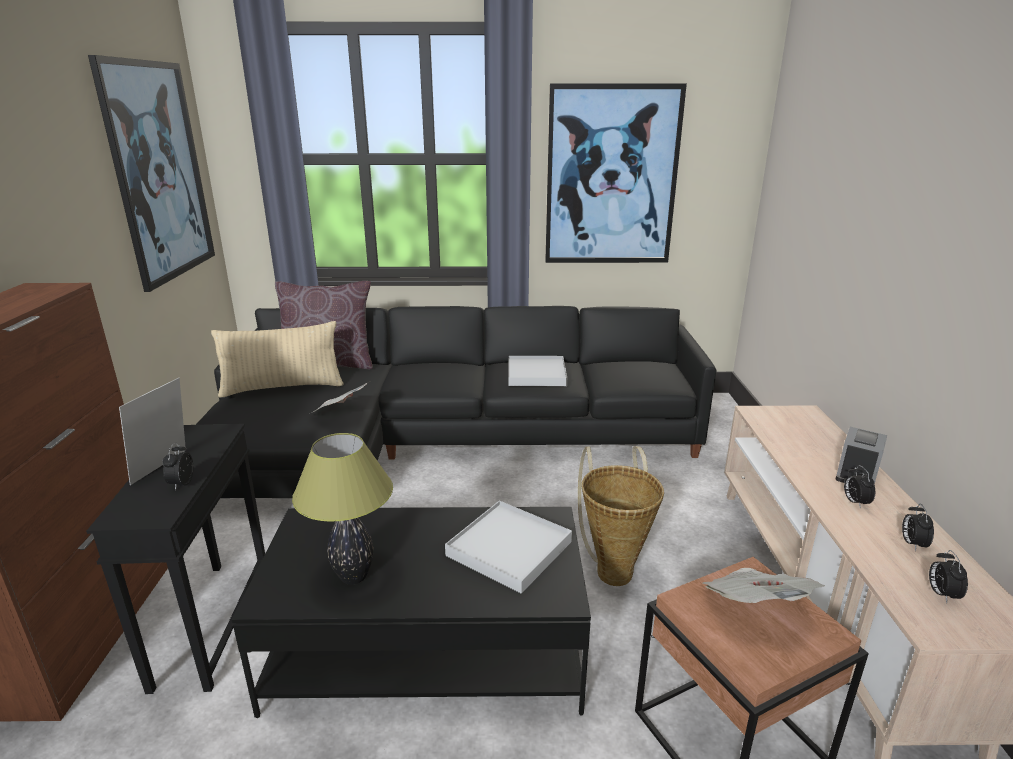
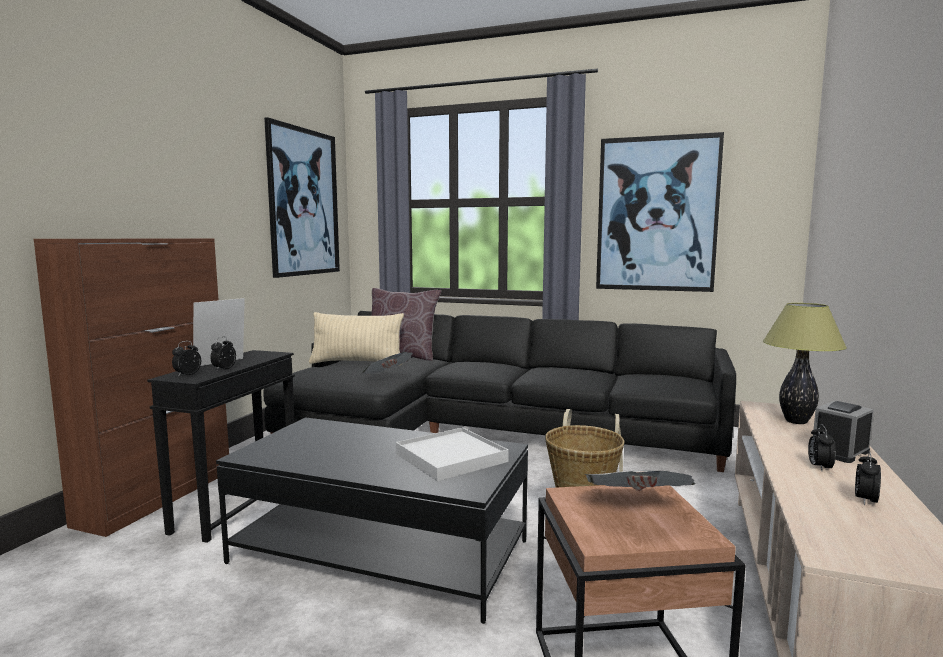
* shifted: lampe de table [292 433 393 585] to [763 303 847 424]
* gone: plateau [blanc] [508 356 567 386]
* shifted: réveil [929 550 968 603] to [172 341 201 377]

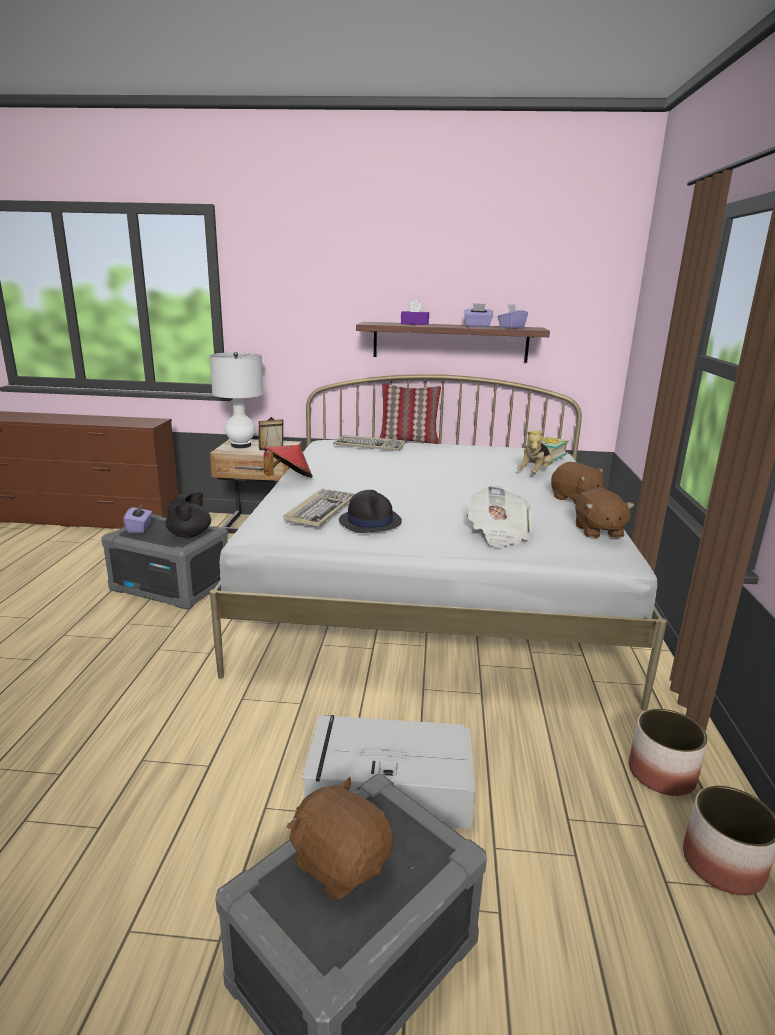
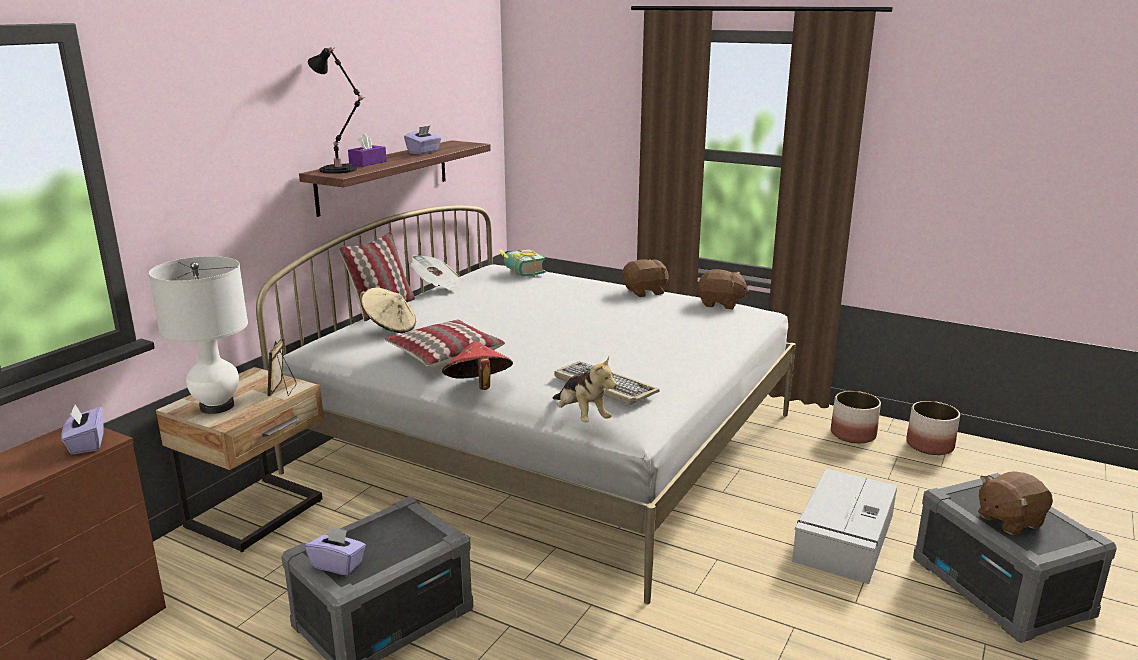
* gone: théière [noir] [165 492 211 538]
* swapped: clavier [333 435 405 451] to chapeau [beige] [360 288 416 333]
* gone: chapeau [noir] [339 490 402 533]
* shifted: journal [466 486 531 547] to [410 255 463 292]
* shifted: boîte à mouchoirs [violet] [498 304 528 329] to [61 404 104 455]
* shifted: peluche [517 430 553 474] to [553 357 617 422]
* new: lampe de table [noir] [308 47 365 174]
* new: coussin [385 320 505 368]

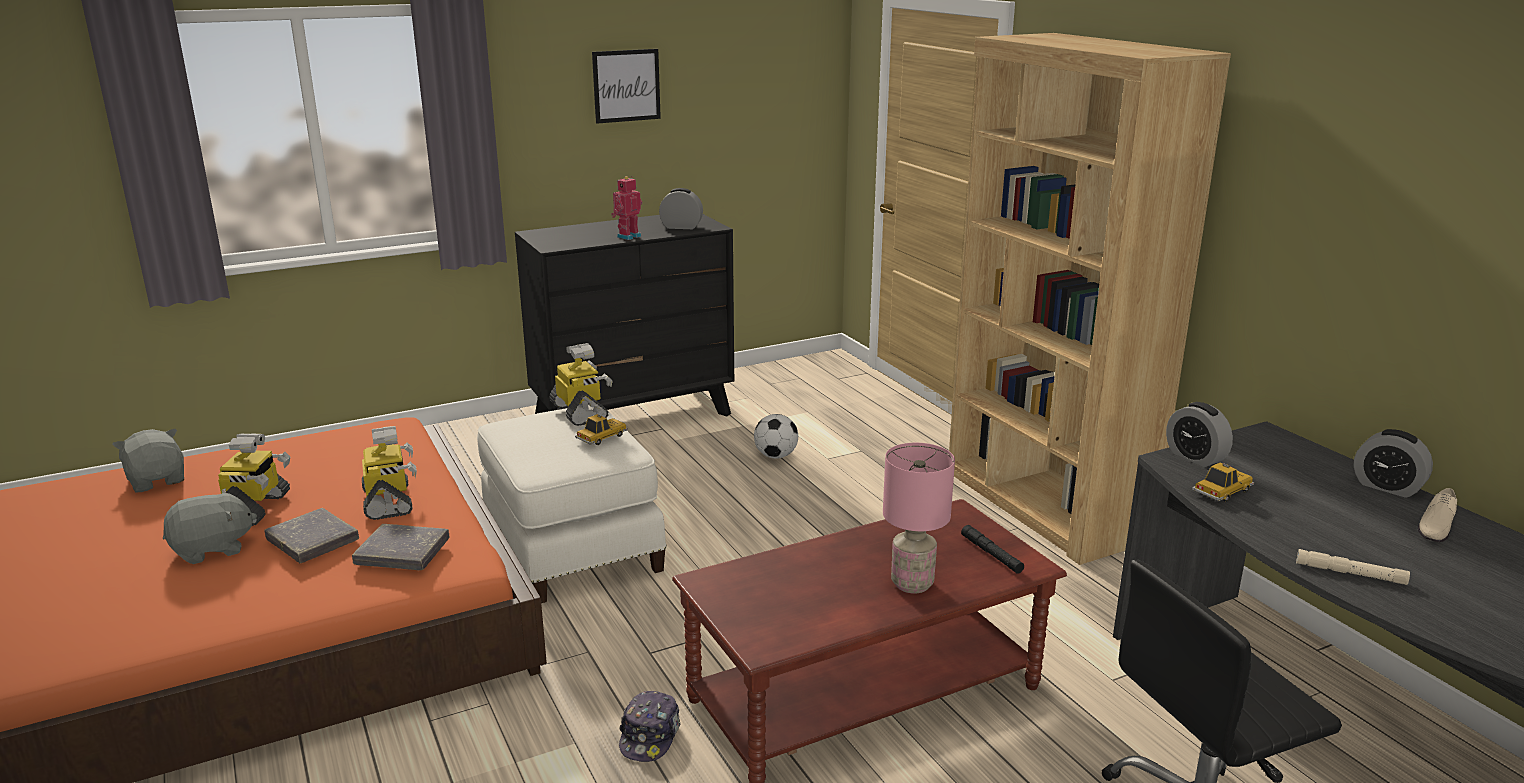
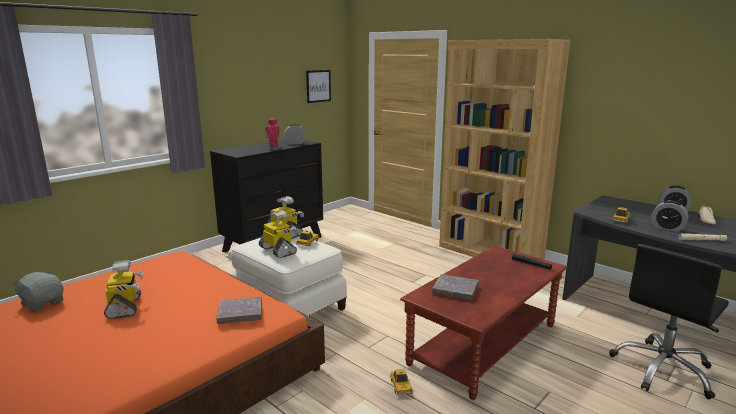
* gone: peluche [gris] [163 489 257 564]
* shifted: livre [gris] [264 508 359 563] to [432 274 478 300]
* shifted: robot jouet [362 426 417 520] to [259 210 299 258]
* shifted: tableau [592 49 661 124] to [306 70 331 103]
* swapped: casquette [619 691 681 762] to petite voiture [390 369 413 395]
* gone: ballon de foot [754 414 798 459]
* gone: lampe de table [rose] [883 443 955 594]
* shifted: réveil [1166 402 1233 467] to [651 200 688 232]

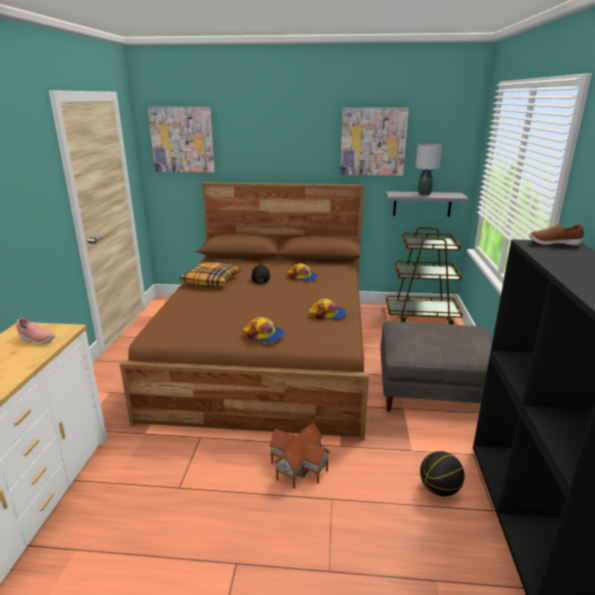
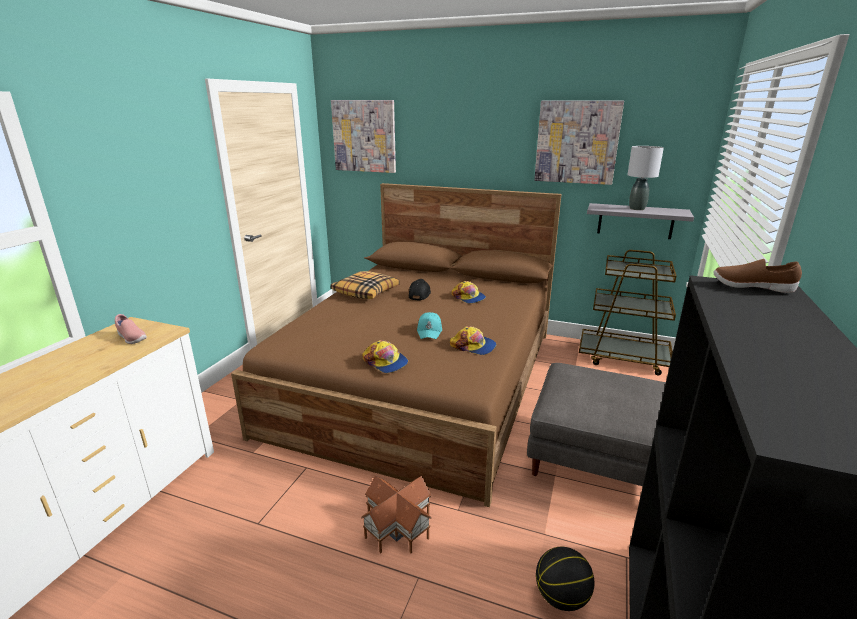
* new: casquette [turquoise] [417 312 442 339]

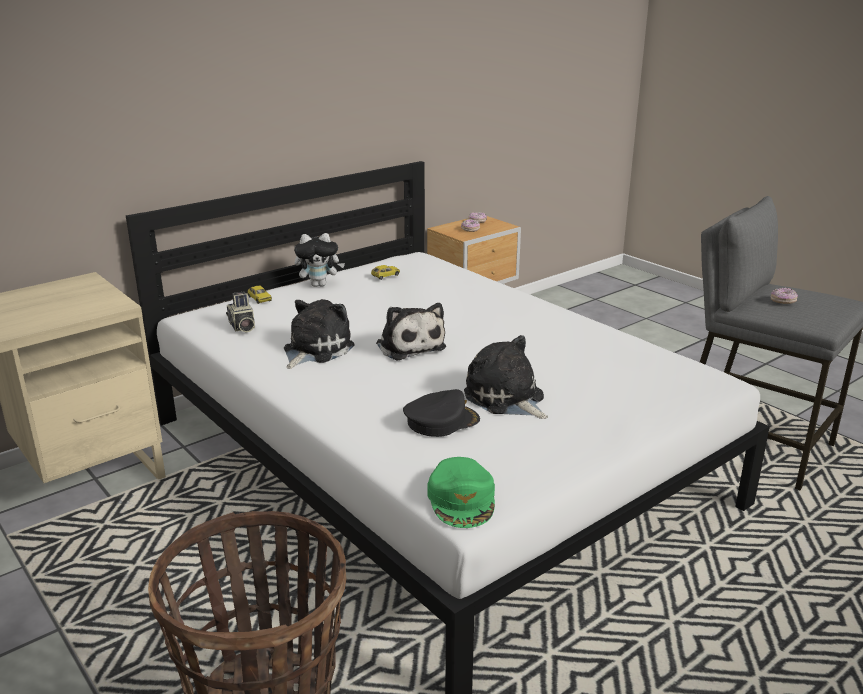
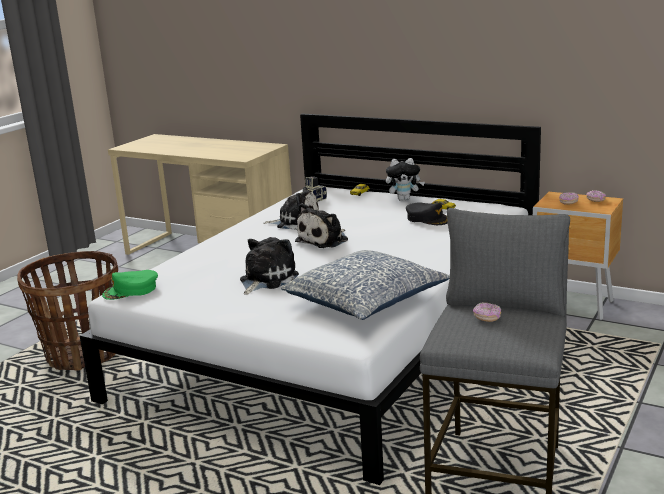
* rotated: peluche [294 233 345 287] = [386 158 425 201] 60 degrees counterclockwise
* shifted: casquette [noir] [403 389 480 437] to [406 202 448 225]
* new: coussin [281 250 450 320]

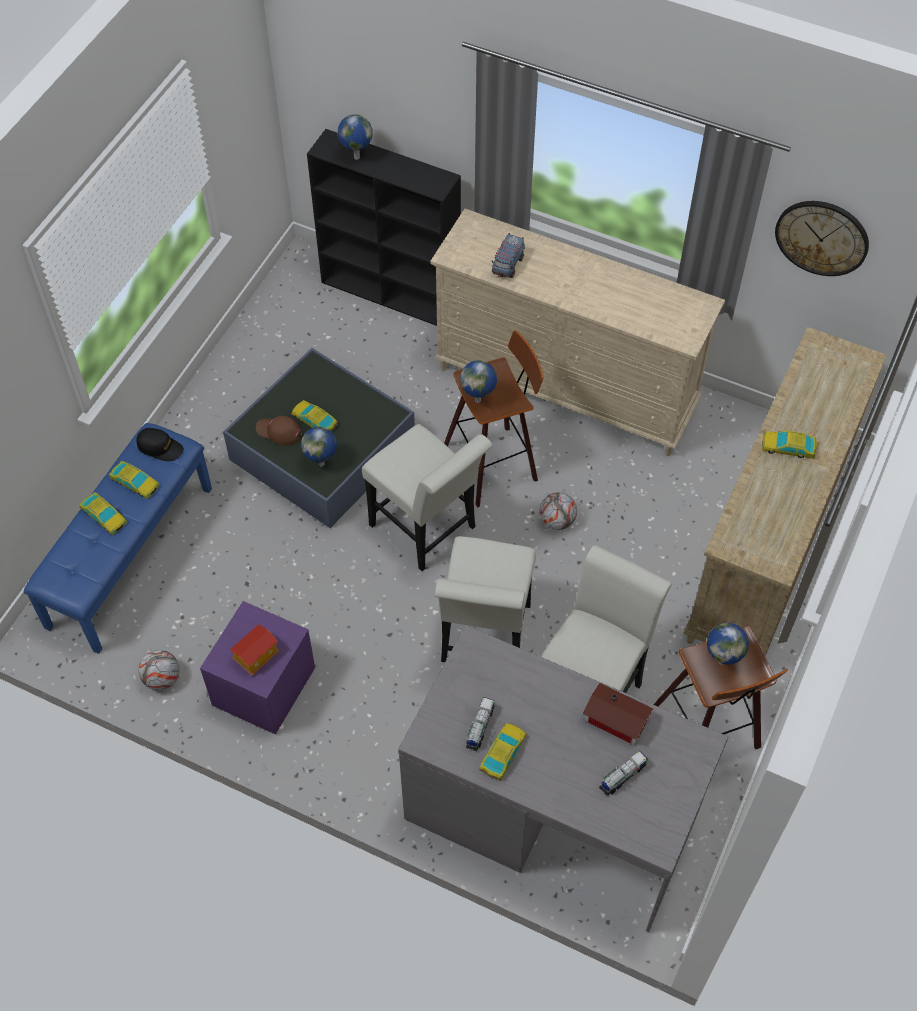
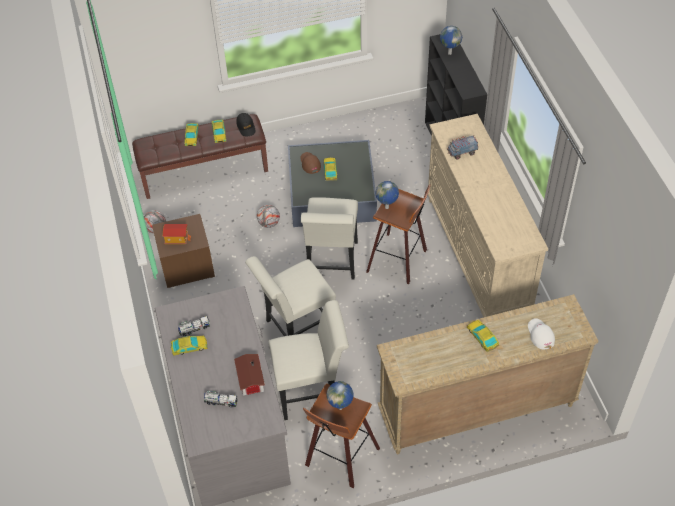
* repainted: banc [bleu] [24 423 212 654] to banc [marron] [132 114 268 199]
* repainted: table de chevet [violet] [200 601 315 735] to table de chevet [marron] [152 214 215 288]
* gone: globe [301 427 337 467]
* shifted: ballon de foot [539 492 577 530] to [257 205 280 228]
* gone: horloge murale [775 201 869 276]
* new: casquette [blanc] [528 318 555 349]

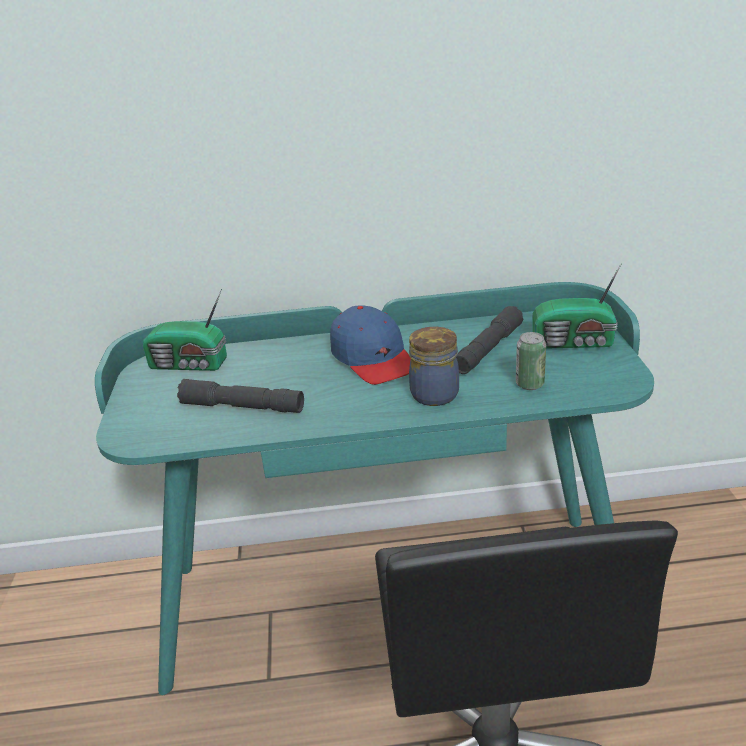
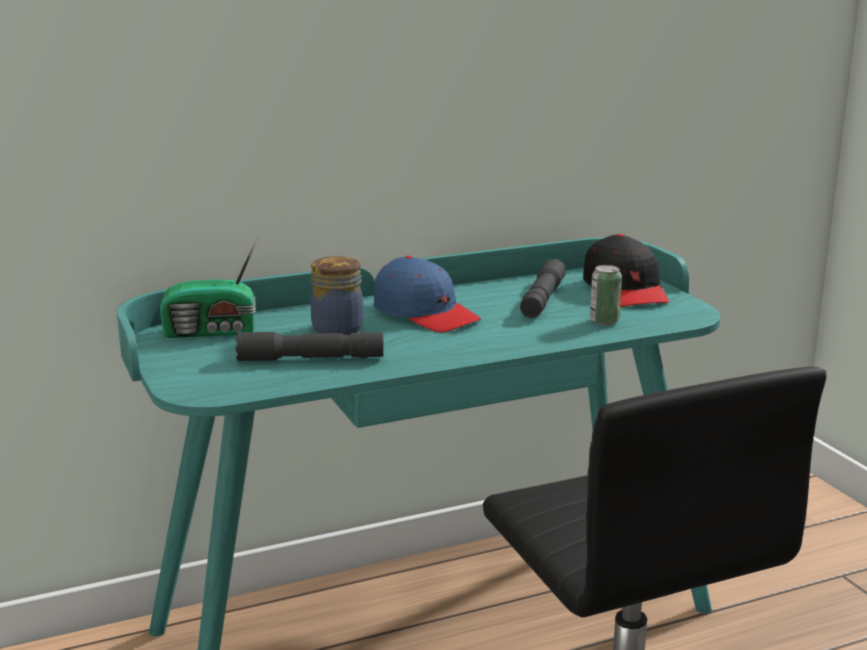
* shifted: bocal [409 327 459 406] to [311 256 364 335]
* swapped: radio [533 263 622 349] to casquette [noir] [583 234 669 307]

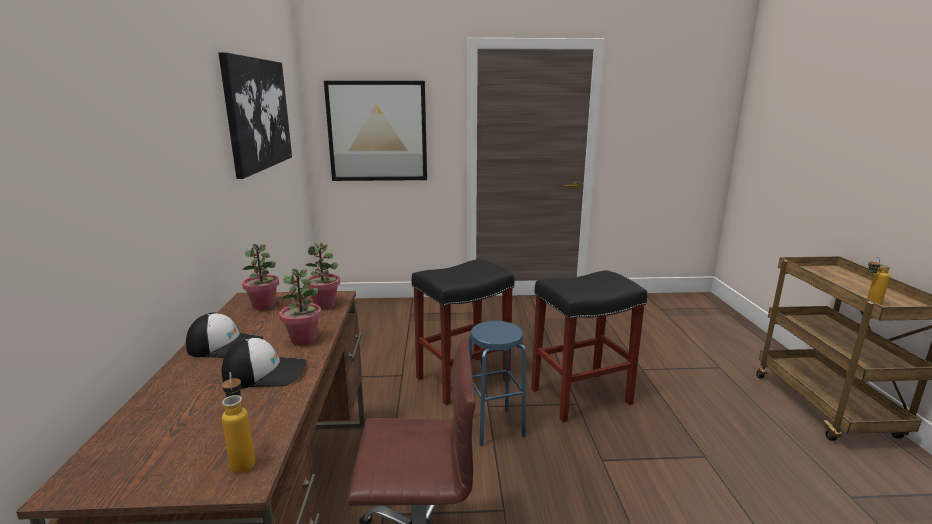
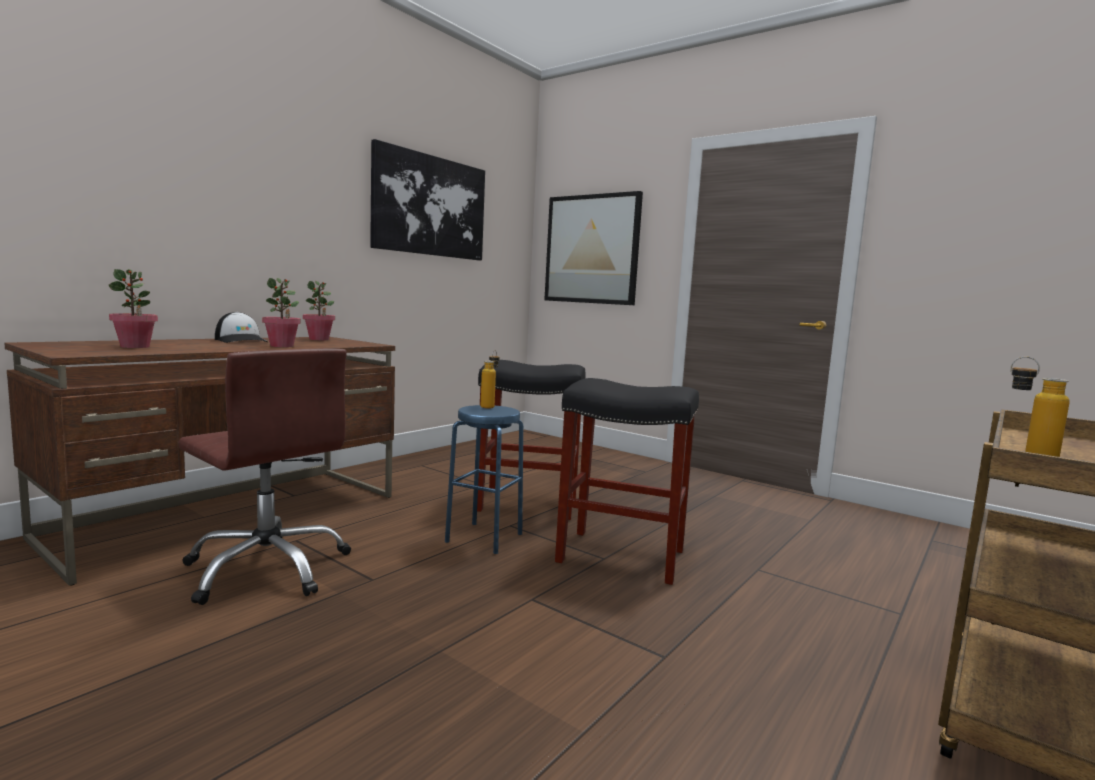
* gone: casquette [222 337 307 388]
* shifted: bouteille [222 372 255 473] to [481 350 499 409]
* shifted: plante en pot [306 243 340 309] to [109 269 158 348]

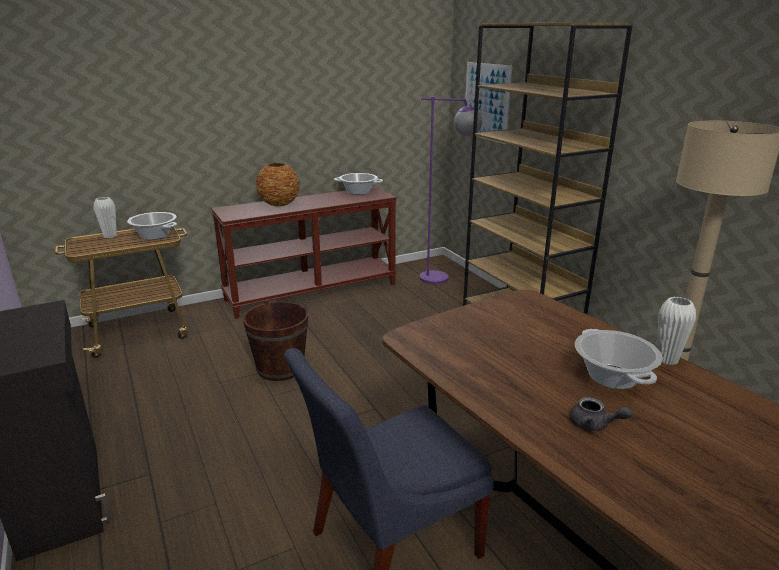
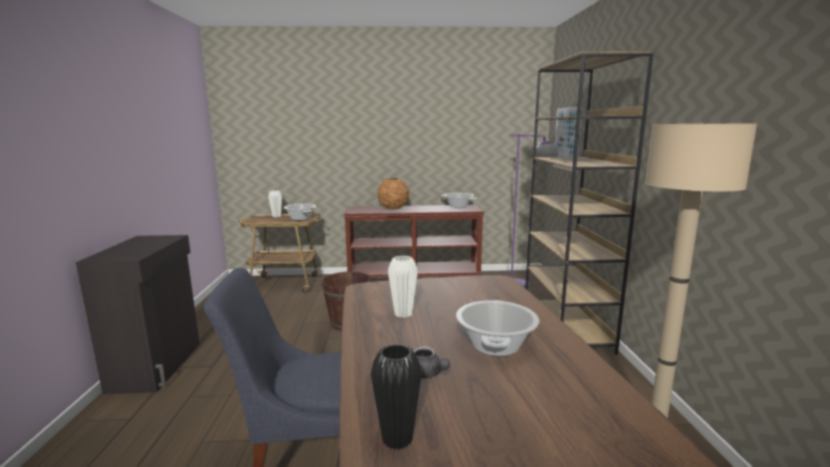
* shifted: vase [blanc] [657 297 696 365] to [388 256 418 318]
* new: vase [noir] [371 344 421 450]

